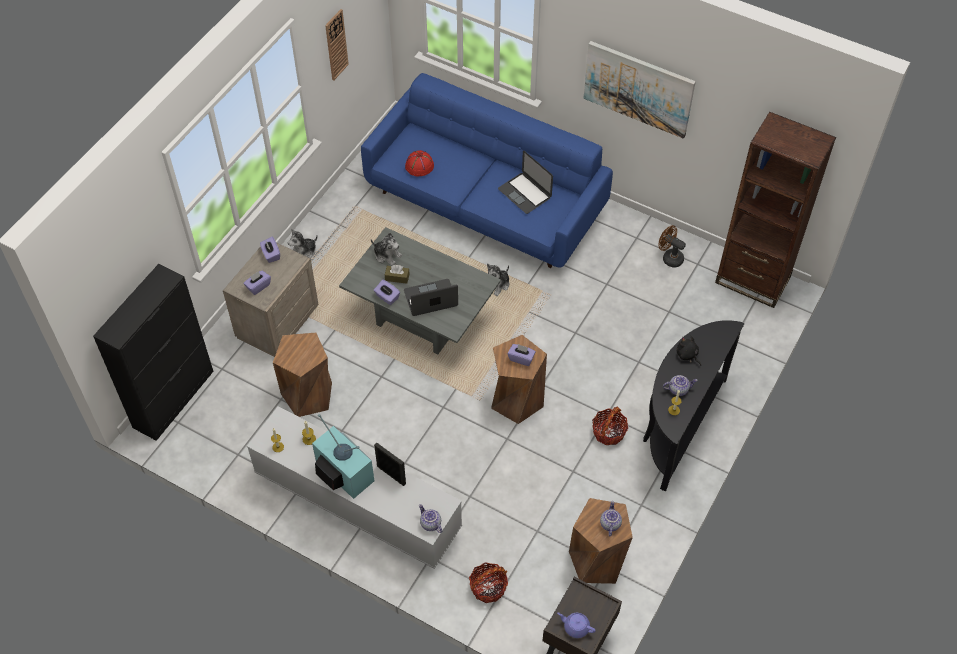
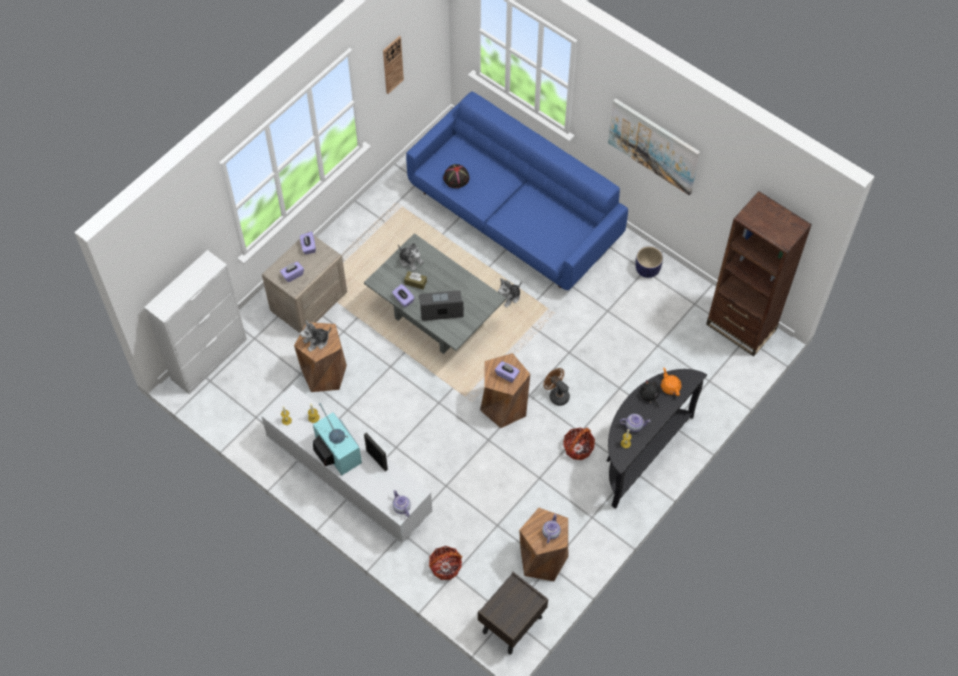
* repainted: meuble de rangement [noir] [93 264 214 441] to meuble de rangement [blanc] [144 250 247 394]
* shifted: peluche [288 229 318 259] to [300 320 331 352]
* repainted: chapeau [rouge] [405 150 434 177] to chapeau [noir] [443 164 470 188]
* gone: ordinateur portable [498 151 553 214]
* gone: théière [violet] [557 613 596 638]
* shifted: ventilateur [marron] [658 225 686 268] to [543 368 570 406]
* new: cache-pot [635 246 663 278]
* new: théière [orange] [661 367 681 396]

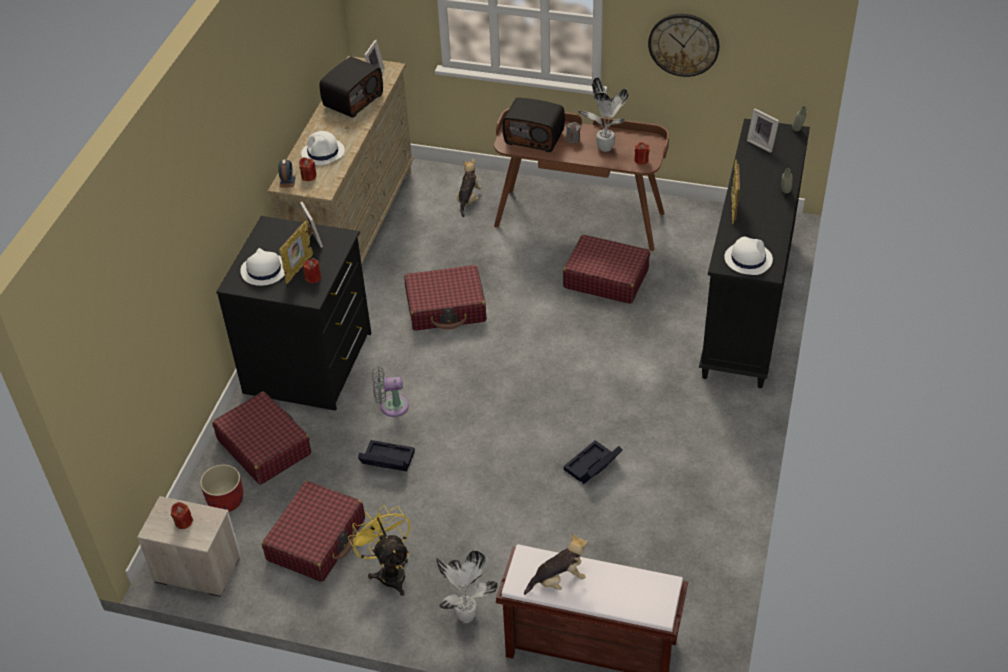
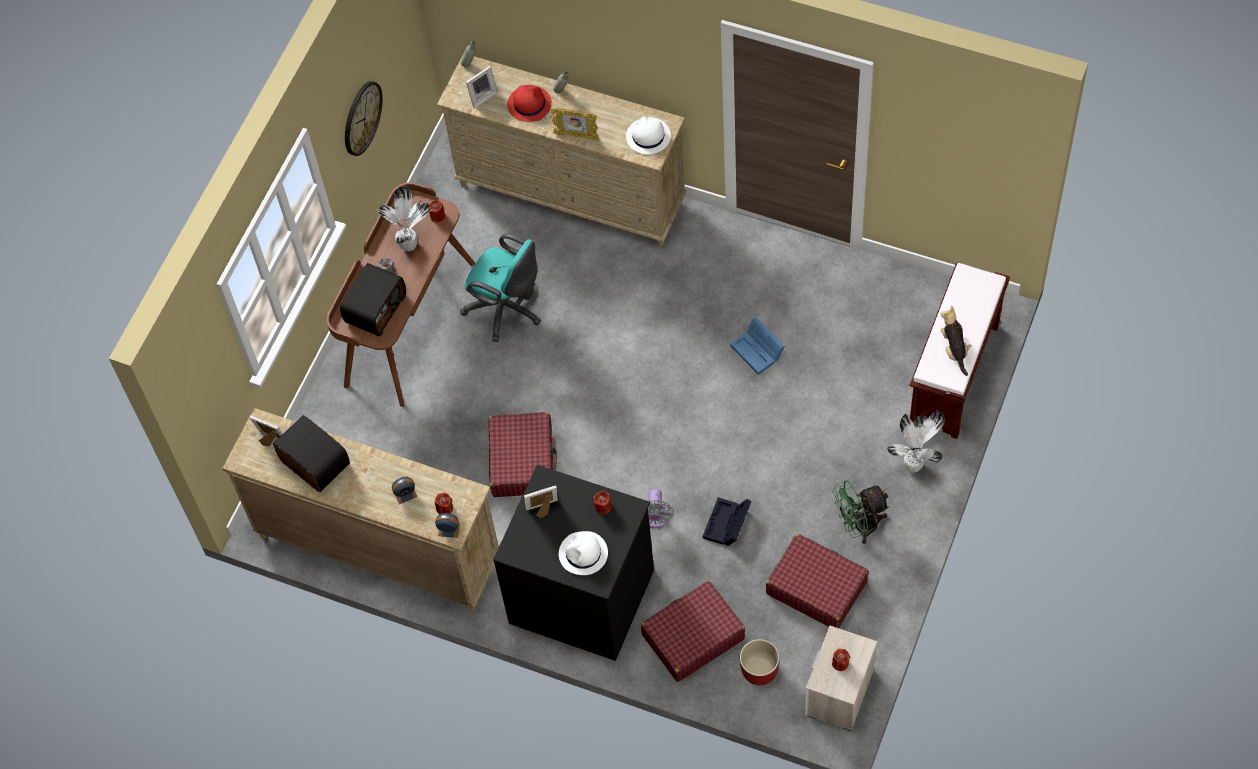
* gone: cadre photo [279 221 313 284]
* swapped: chapeau [blanc] [301 131 345 165] to réveil [392 477 418 504]
* repainted: ventilateur [jaune] [348 505 411 596] to ventilateur [vert] [832 480 890 544]
* gone: peluche [457 159 482 217]
* swapped: valise [rouge] [563 235 650 304] to chaise de bureau [turquoise] [460 233 541 342]
* repainted: boîte de rangement [noir] [564 440 622 484] to boîte de rangement [bleu] [730 317 785 375]
* repainted: commode [noir] [699 118 810 388] to commode [beige] [437 54 687 248]
* new: chapeau [rouge] [507 85 552 122]

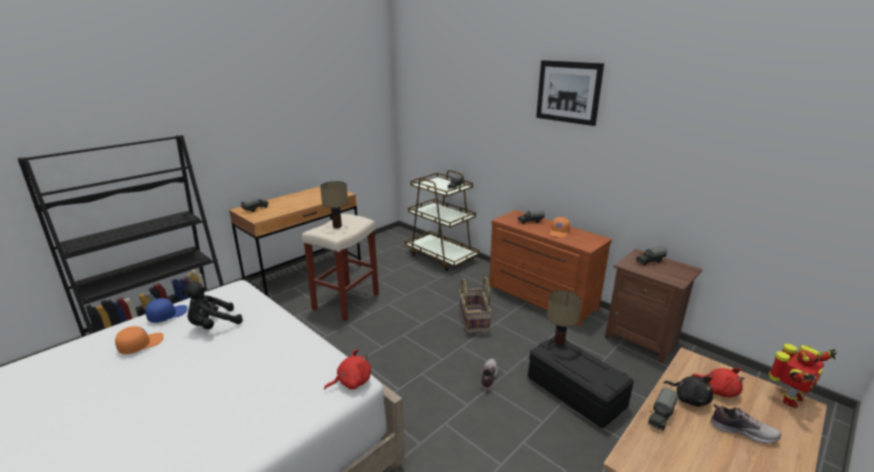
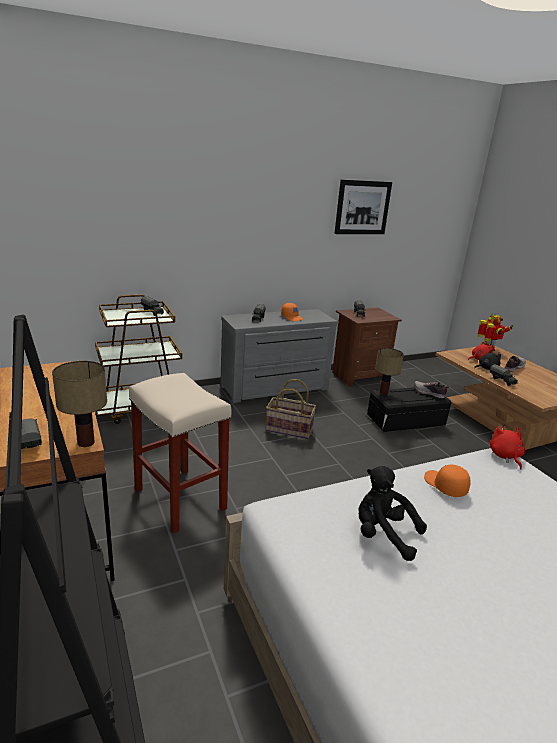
* shifted: casquette [orange] [115 326 164 354] to [424 465 471 497]
* gone: casquette [bleu] [145 298 188 323]
* rotated: peluche [noir] [181 282 243 329] = [359 466 427 561] 135 degrees clockwise
* shifted: lampe de table [320 181 348 228] to [52 361 107 447]
* shifted: chaussure [481 359 498 391] to [414 381 449 398]
* repainted: commode [marron] [489 210 612 326] to commode [gris] [220 309 337 403]
* shifted: tableau [536 60 604 126] to [334 180 392 234]

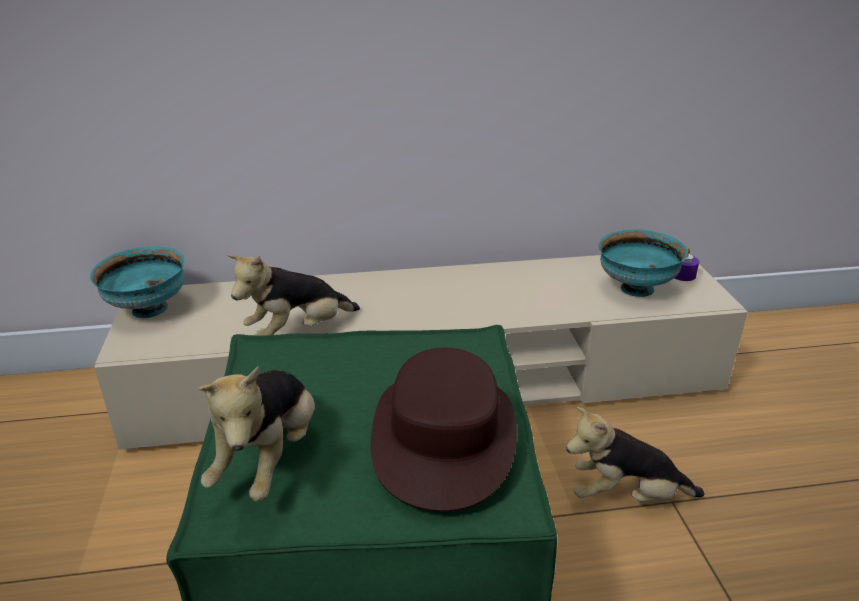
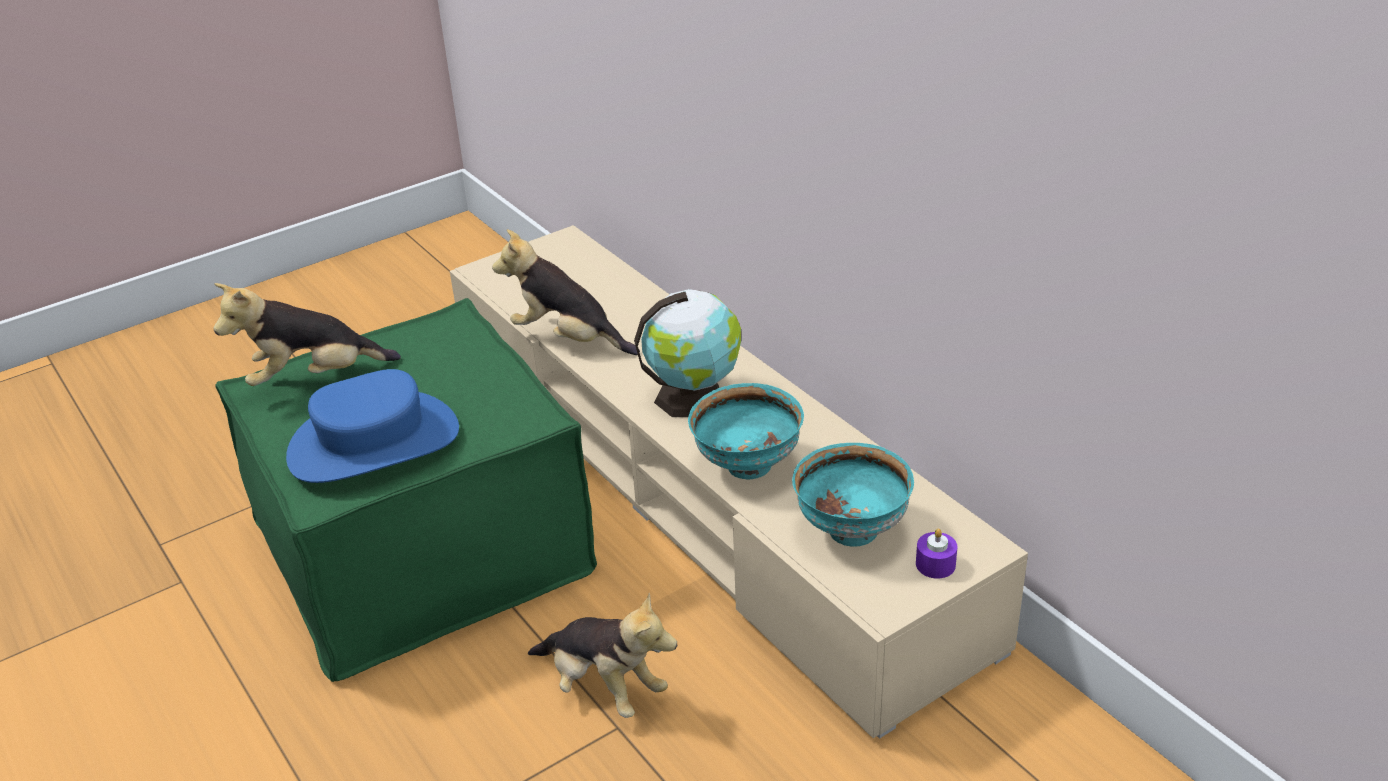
* shifted: bol [turquoise] [90 246 185 318] to [688 383 804 479]
* repainted: chapeau [marron] [371 348 517 512] to chapeau [bleu] [286 369 459 483]
* rotated: peluche [566 406 704 501] = [528 593 677 718] 150 degrees clockwise
* new: globe [634 289 741 417]

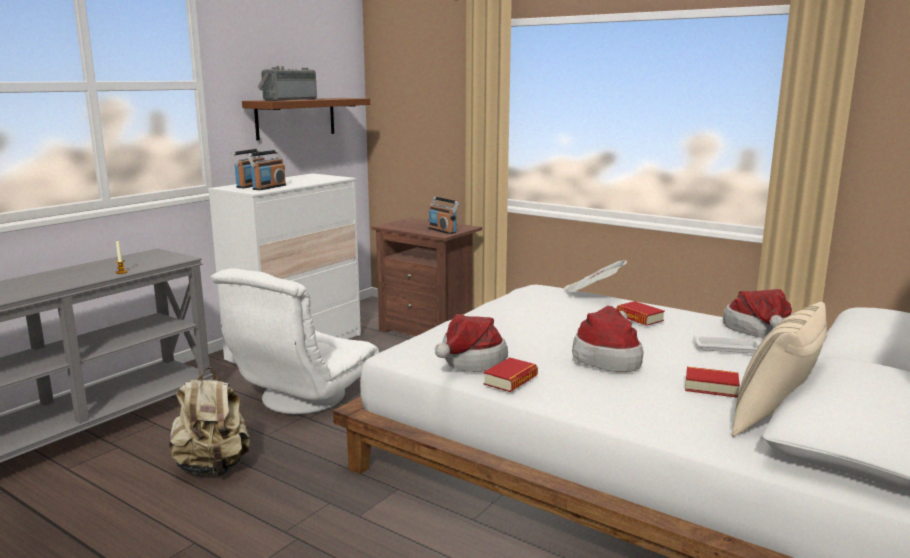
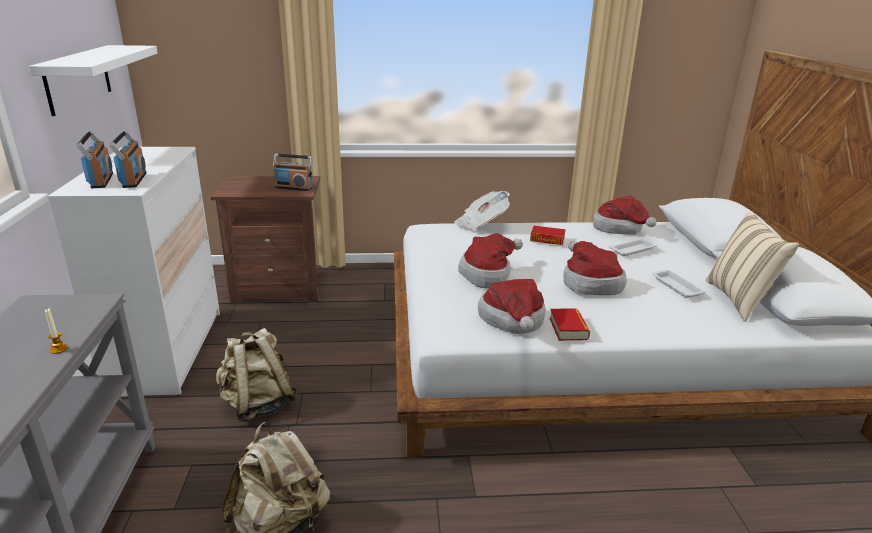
* swapped: fauteuil [blanc] [210 268 379 414] to sac à dos [beige] [216 328 298 422]
* repainted: étagère [marron] [242 98 370 140] to étagère [blanc] [29 45 158 116]
* gone: radio [258 66 317 101]
* swapped: livre [685 367 740 398] to plateau [blanc] [652 270 706 298]
* new: chapeau [458 233 523 289]

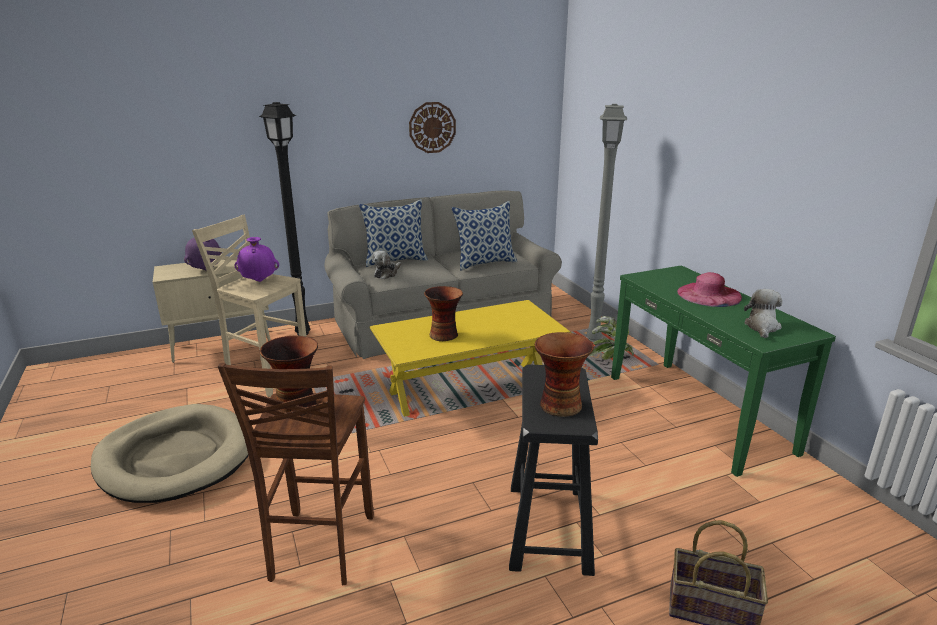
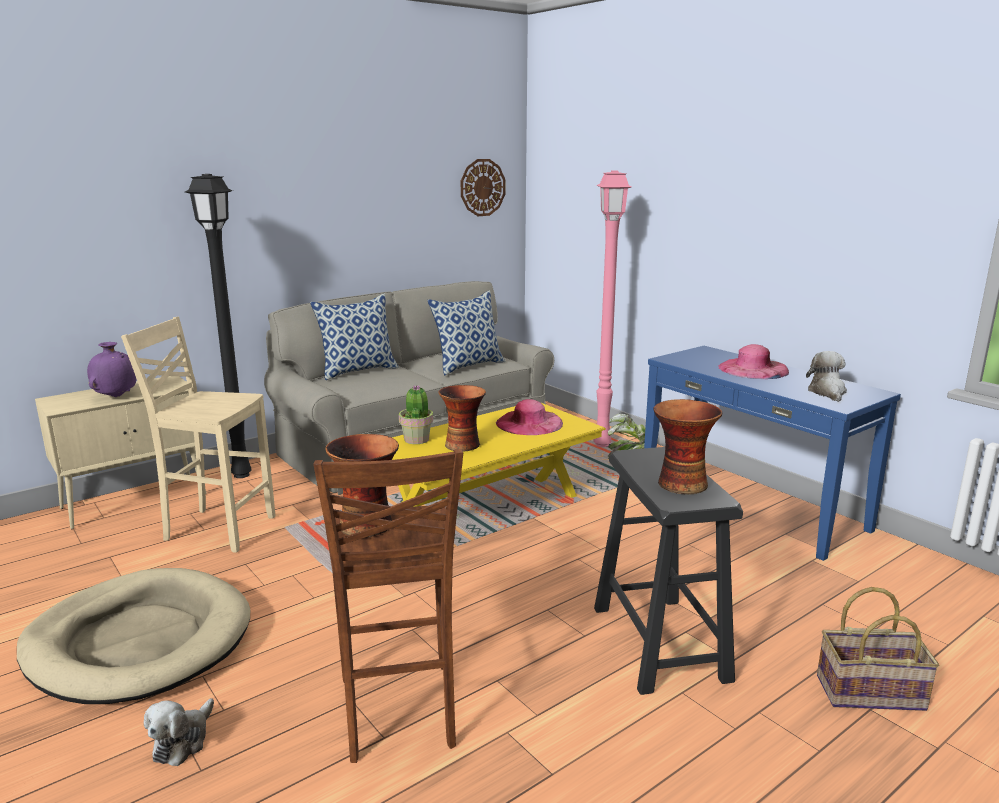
* gone: vase [violet] [235 237 279 282]
* shifted: peluche [372 250 401 279] to [144 698 214 766]
* shifted: horloge murale [409 102 456 153] to [461 159 505 216]
* repainted: lampadaire [gris] [586 104 627 342] to lampadaire [rose] [593 170 631 447]
* repainted: table console [vert] [611 265 836 477] to table console [bleu] [644 346 901 561]
* new: plante en pot [399 385 433 444]
* new: chapeau [rose] [496 399 563 435]

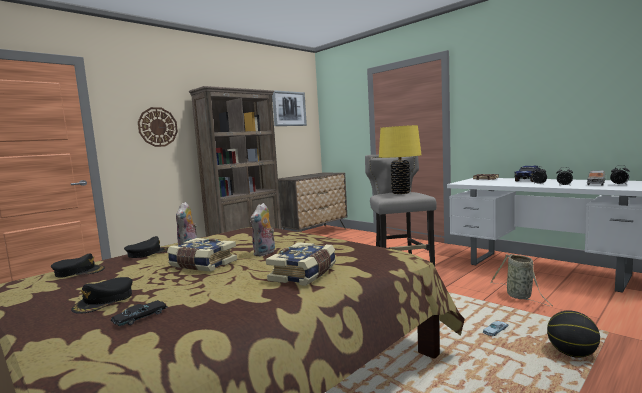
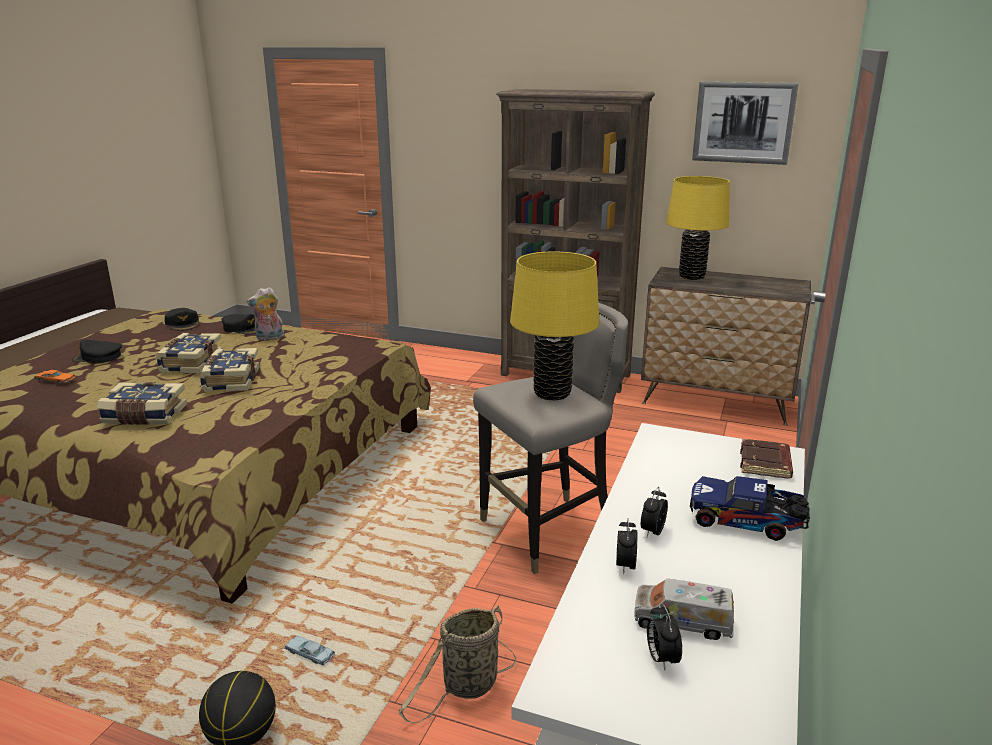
* repainted: petite voiture [noir] [111 300 167 326] to petite voiture [orange] [34 370 76 385]
* gone: horloge murale [138 107 178 147]
* swapped: peluche [251 203 275 256] to livre [199 348 260 393]
* new: lampe de table [jaune] [666 176 730 280]

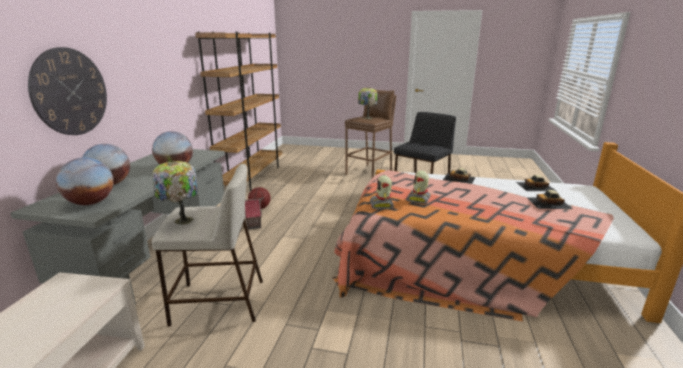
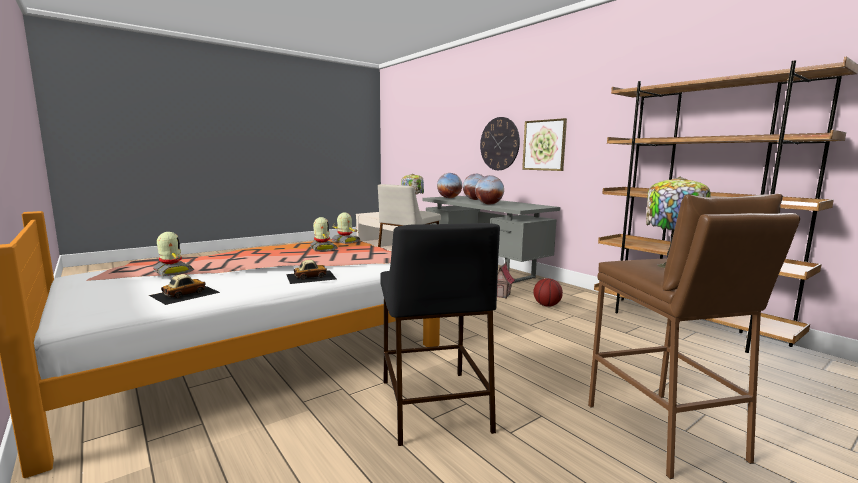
* swapped: petite voiture [527 190 572 209] to robot jouet [153 232 194 276]
* new: tableau [522 118 567 171]

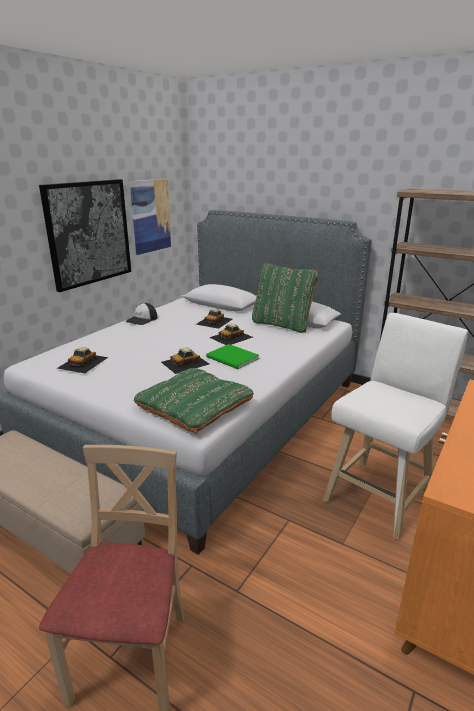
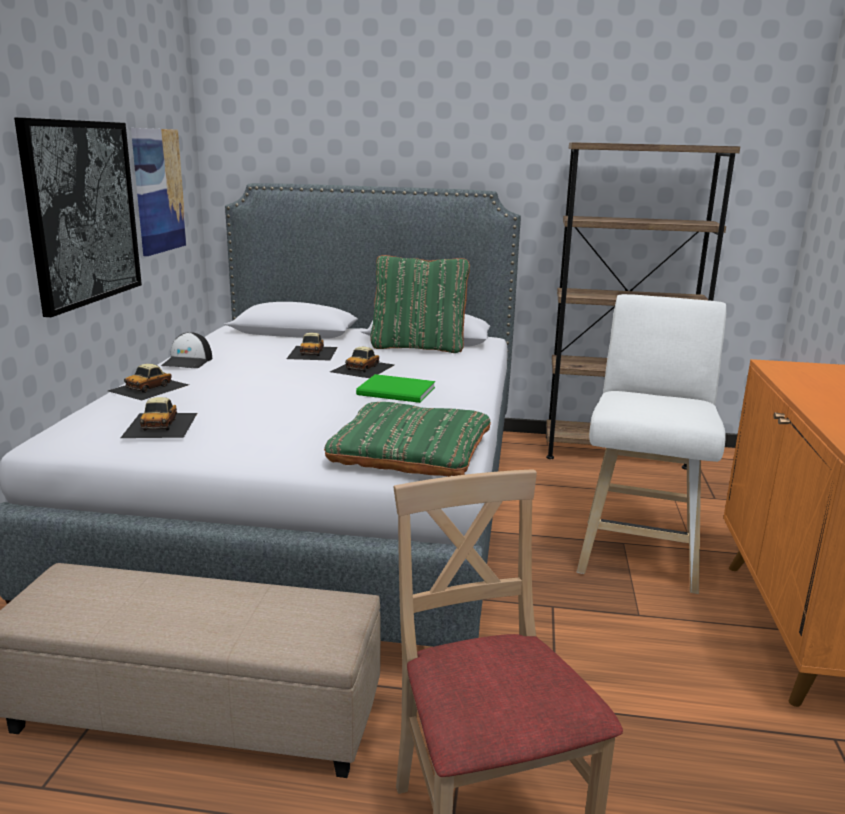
* shifted: petite voiture [161 348 209 374] to [108 364 189 401]

